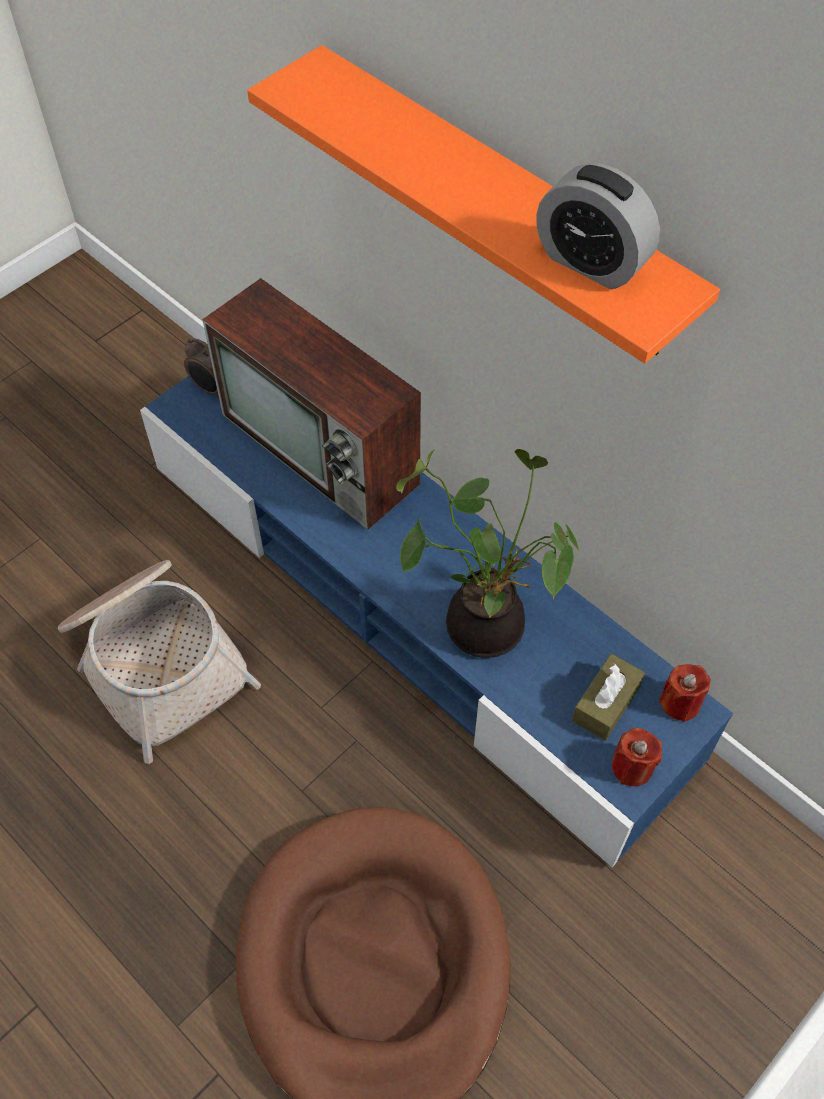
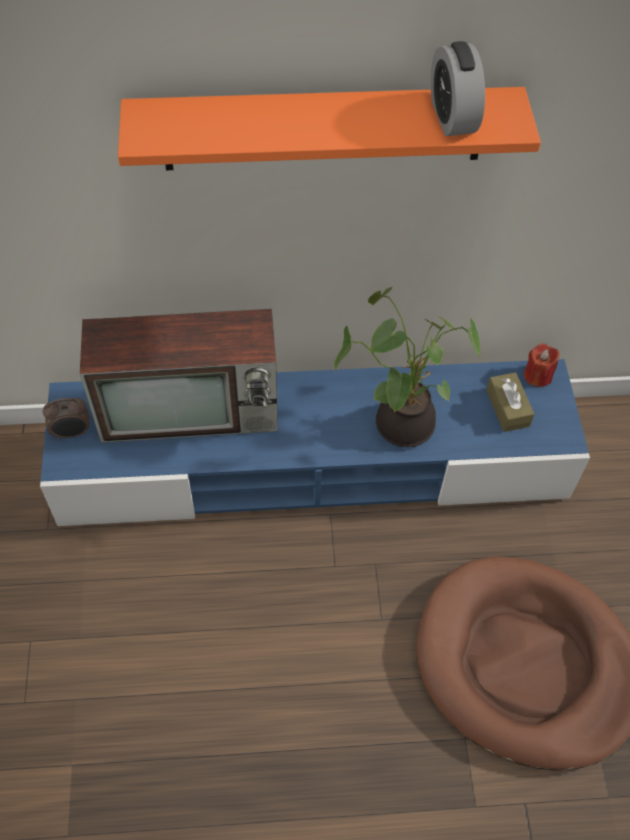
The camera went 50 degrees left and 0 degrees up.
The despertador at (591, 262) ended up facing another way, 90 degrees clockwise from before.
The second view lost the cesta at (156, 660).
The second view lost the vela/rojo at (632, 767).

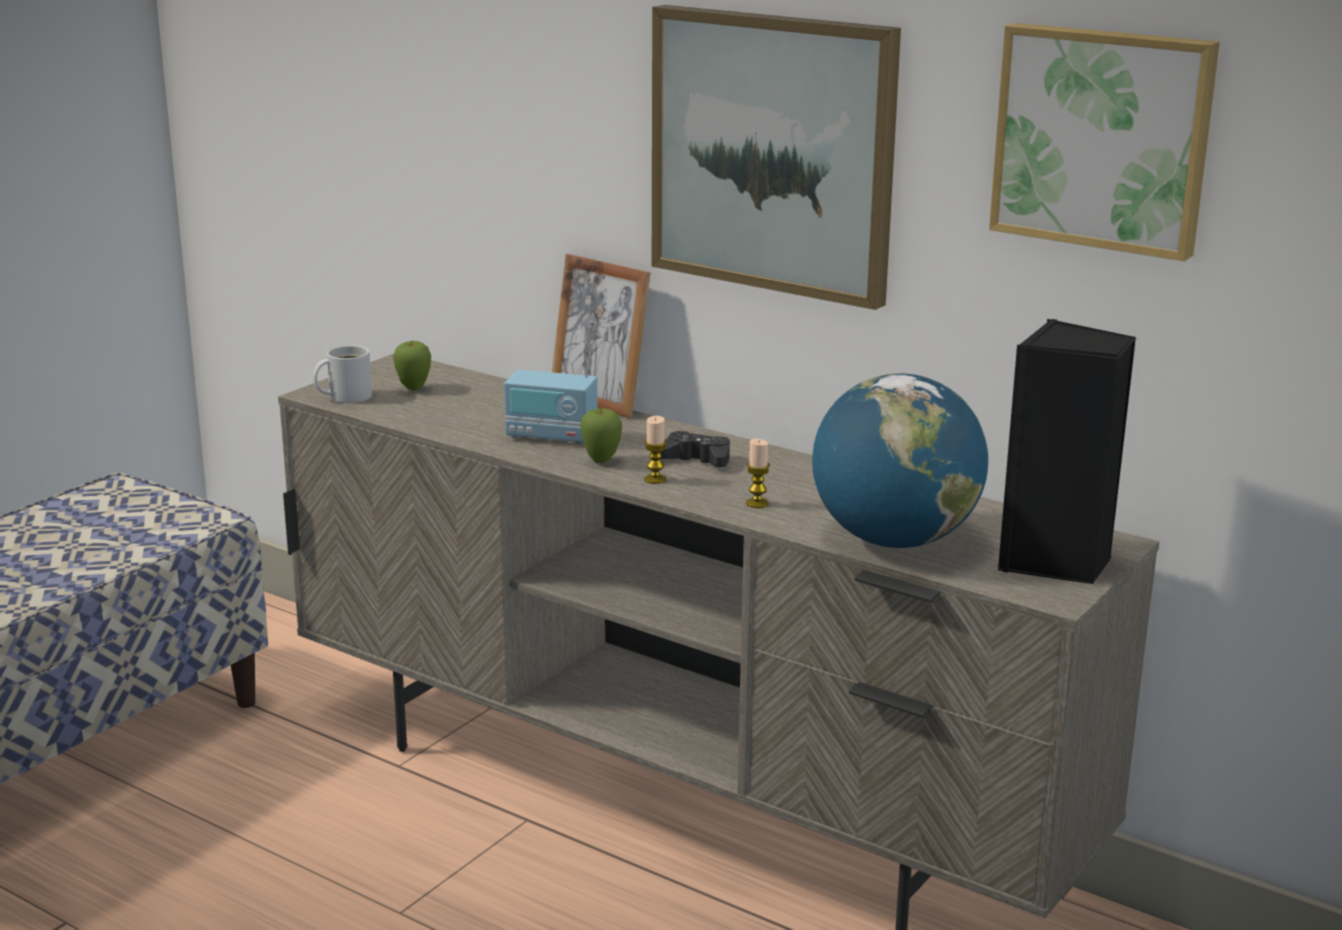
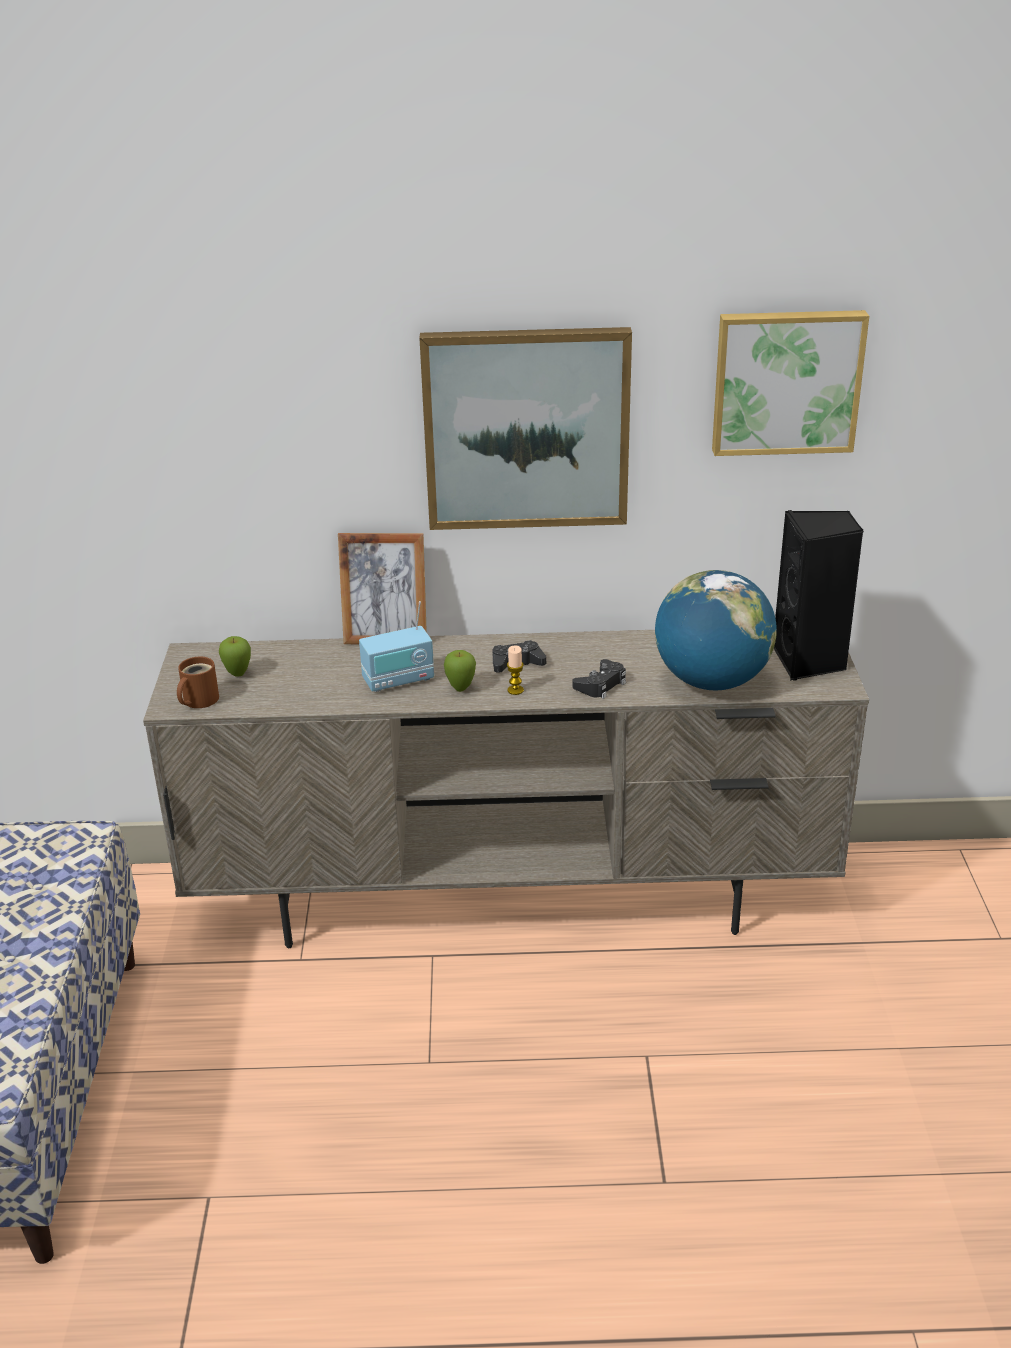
The camera went 35 degrees left and 10 degrees up.
What was the taza grande/blanco at (346, 396) turned into the taza grande/marrón at (198, 700).
Where the vela stood at (757, 503), the mando de consola/negro came to stand at (601, 684).

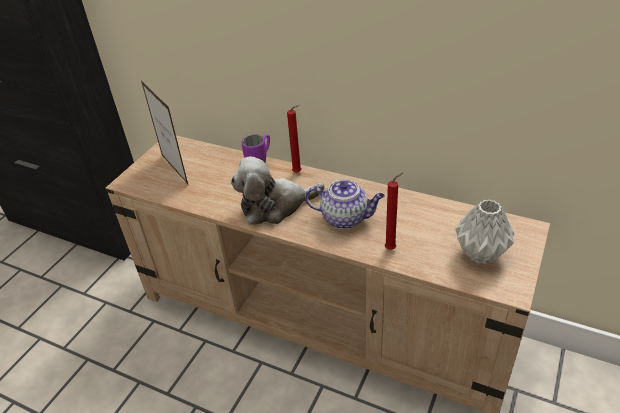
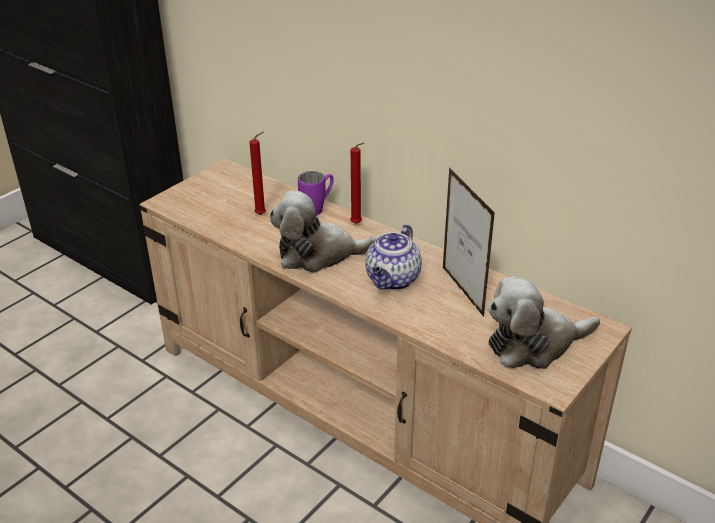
The camera went 10 degrees right and 5 degrees down.
The portarretratos ended up elsewhere, having gone from (174, 170) to (462, 291).
The vela/rojo ended up elsewhere, having gone from (392, 248) to (262, 214).
The tetera at (345, 218) ended up facing another way, 90 degrees clockwise from before.
Where the florero/gris stood at (481, 254), the peluche came to stand at (534, 344).

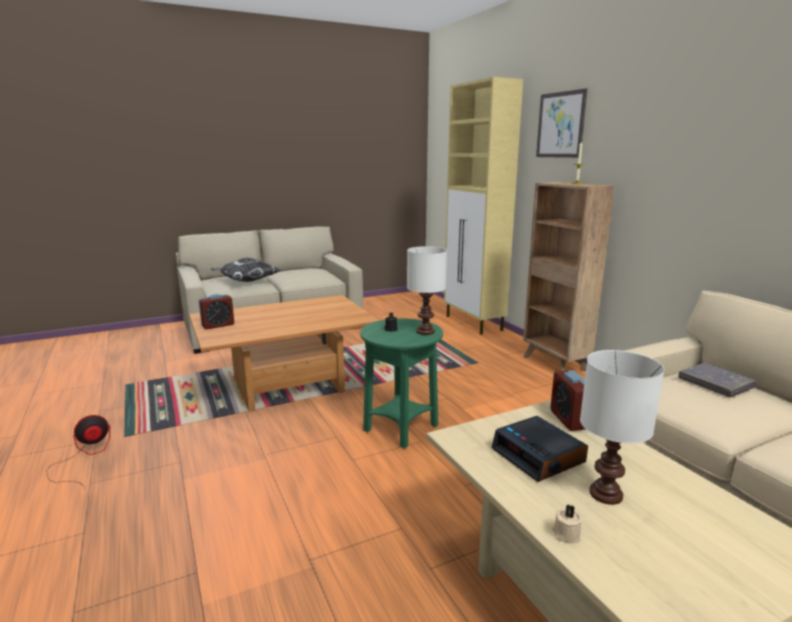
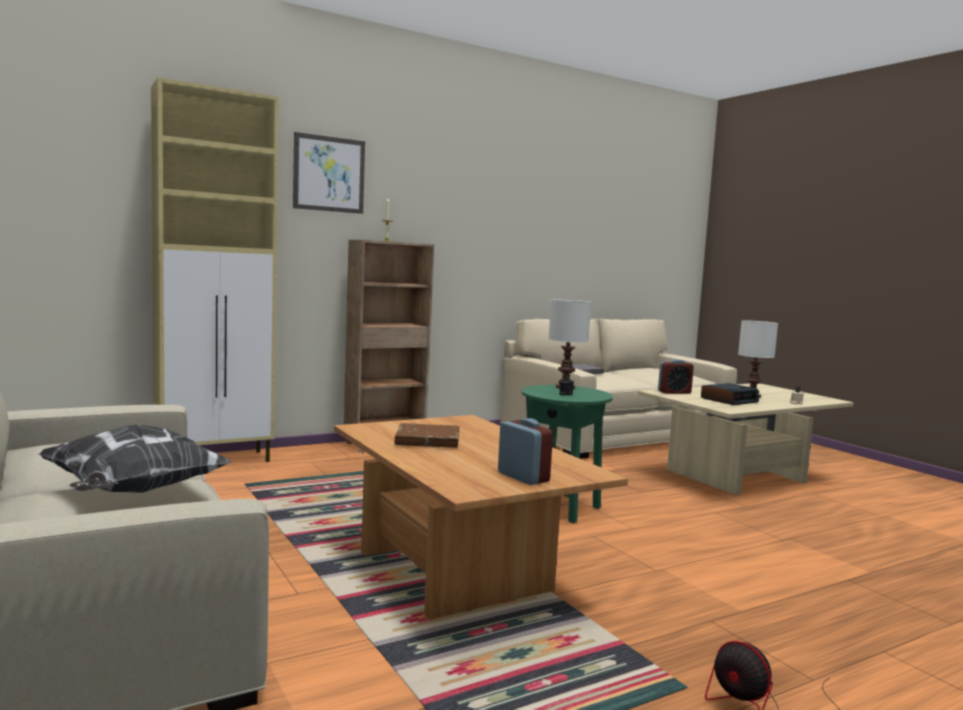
The camera went 95 degrees left and 10 degrees down.
The second view gained the libro/marrón at (427, 441).

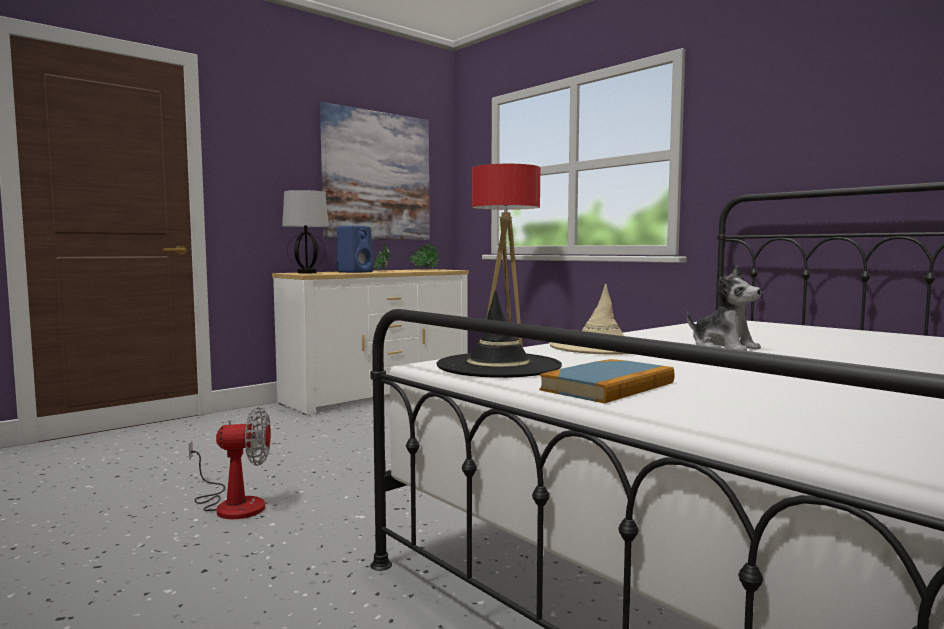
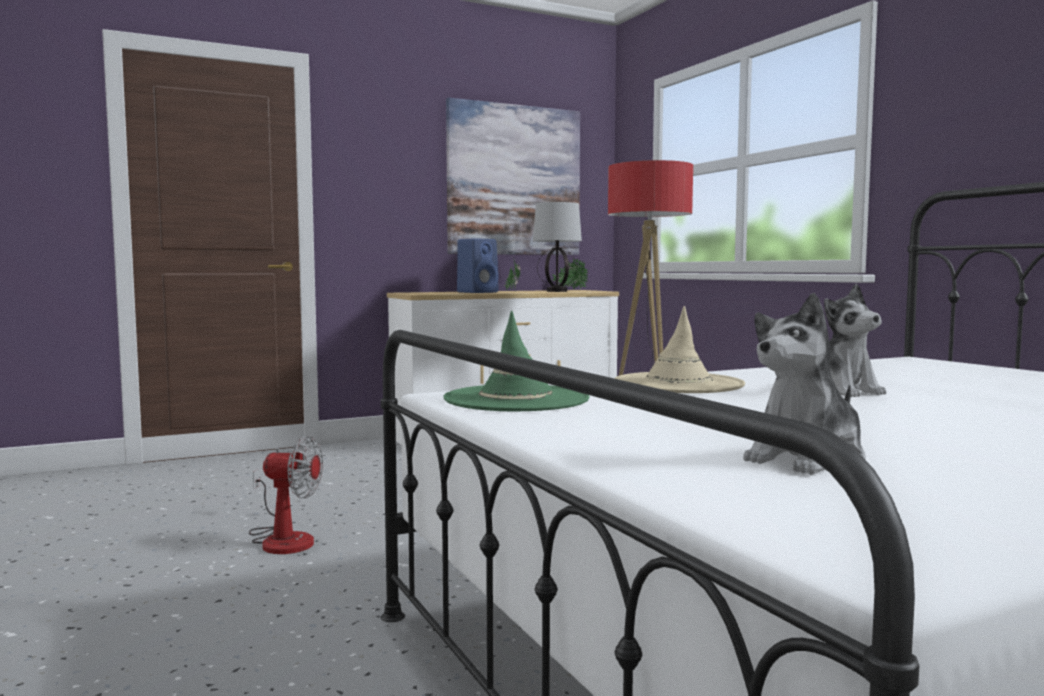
The camera went 15 degrees right and 0 degrees up.
The lámpara de mesa ended up elsewhere, having gone from (306, 272) to (556, 291).
What was the sombrero/negro at (499, 366) turned into the sombrero/verde at (516, 399).
The second view lost the libro at (608, 386).
The second view gained the peluche at (807, 459).

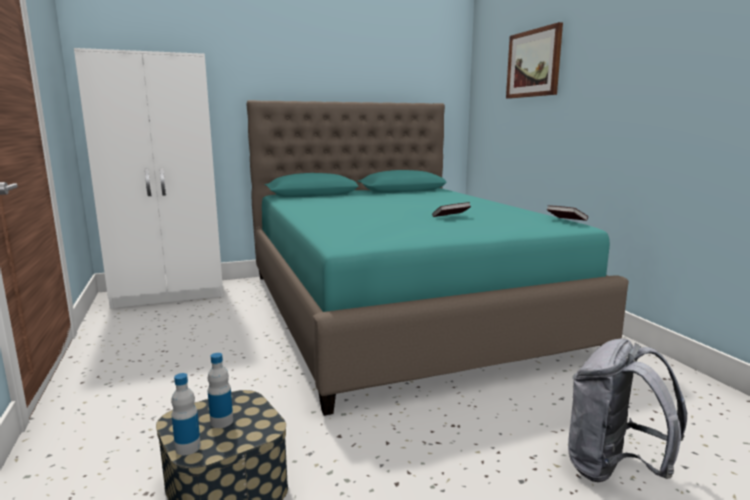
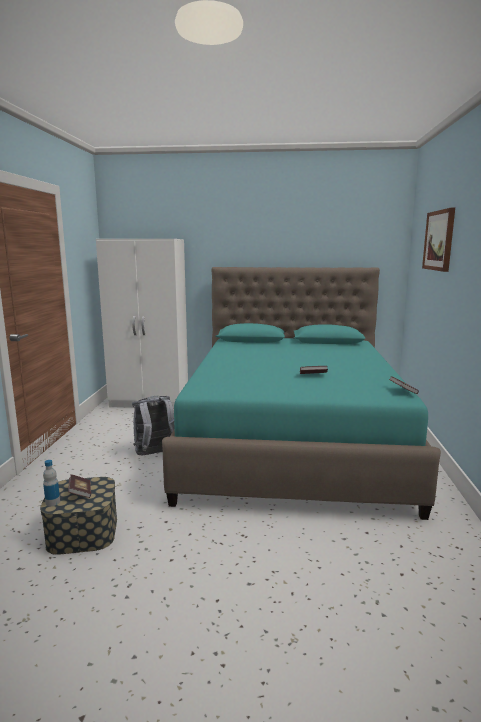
The camera went 25 degrees right and 0 degrees up.
The mochila/gris ended up elsewhere, having gone from (613, 469) to (155, 454).
Where the botella stood at (221, 421), the libro came to stand at (80, 493).

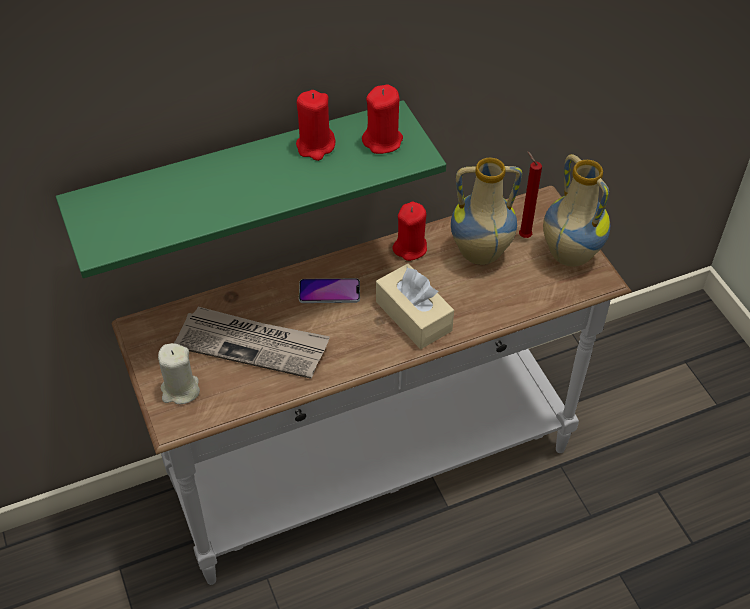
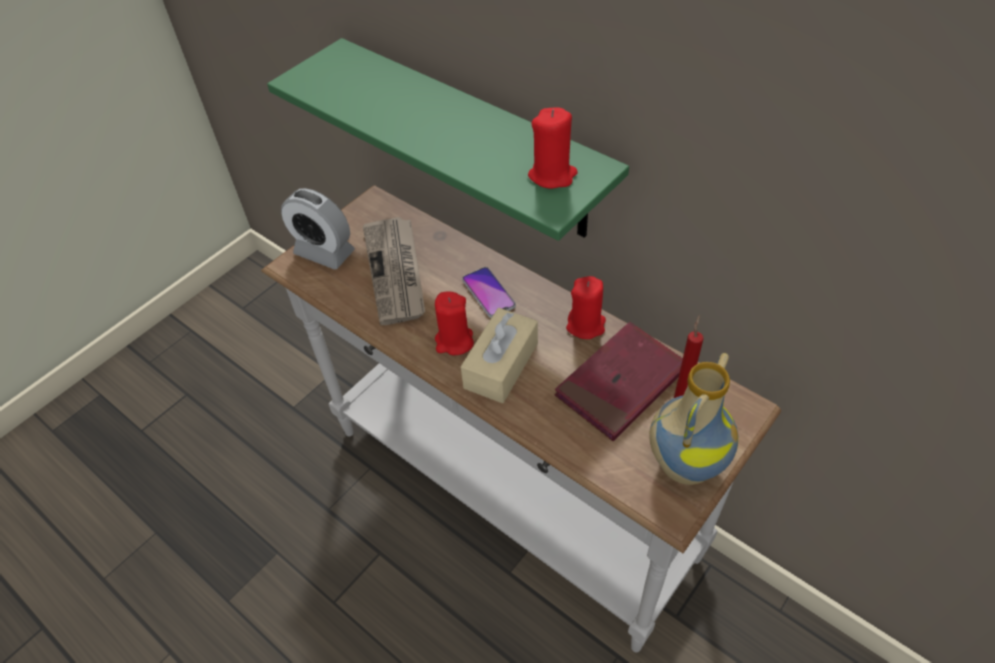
The camera went 65 degrees right and 0 degrees up.
The vela/rojo ended up elsewhere, having gone from (315, 146) to (454, 341).
Where the florero stood at (480, 254), the libro/rojo came to stand at (621, 383).
Where the vela/beis stood at (180, 390), the despertador came to stand at (324, 252).

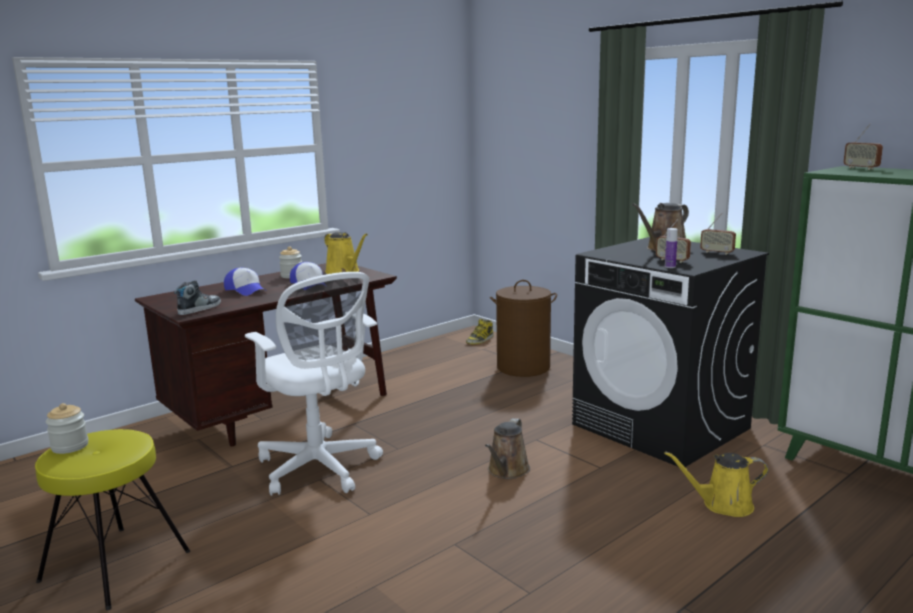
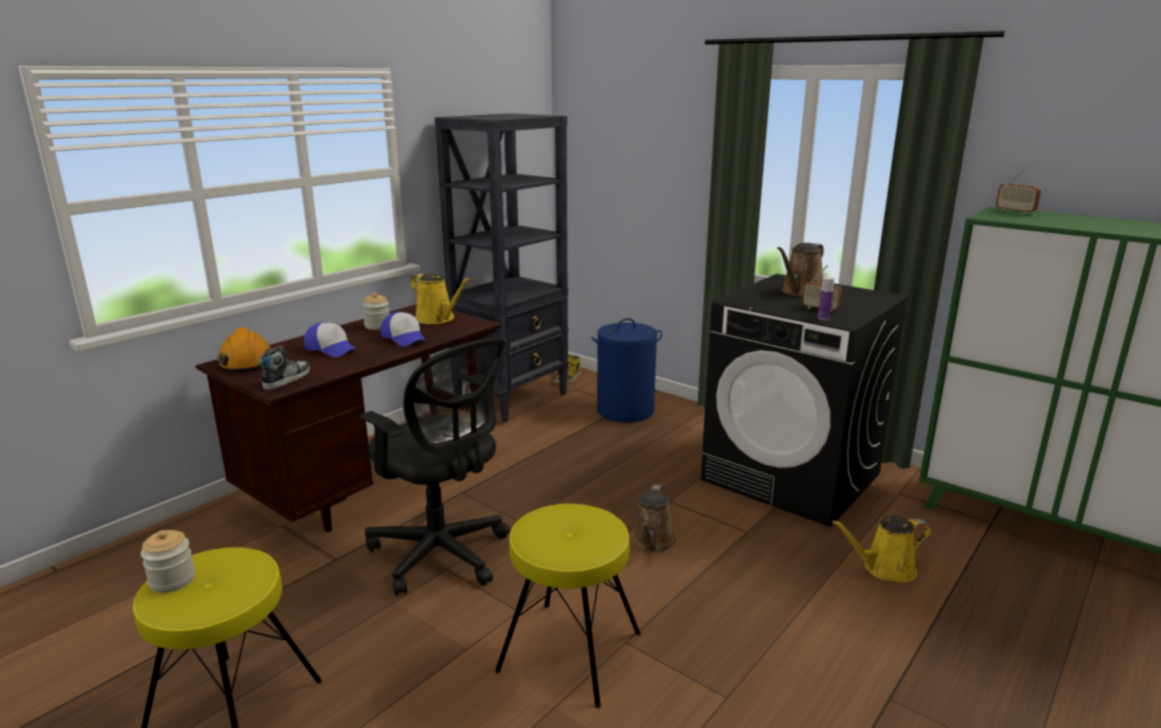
The camera went 10 degrees left and 5 degrees up.
The second view lost the radio at (717, 252).
What was the silla de oficina/blanco at (320, 469) turned into the silla de oficina/negro at (442, 555).
What was the cesto de la ropa/marrón at (523, 367) turned into the cesto de la ropa/azul at (625, 410).
The second view gained the estantería/negro at (512, 398).
The second view gained the casco/naranja at (246, 361).
The second view gained the taburete/amarillo at (569, 651).

